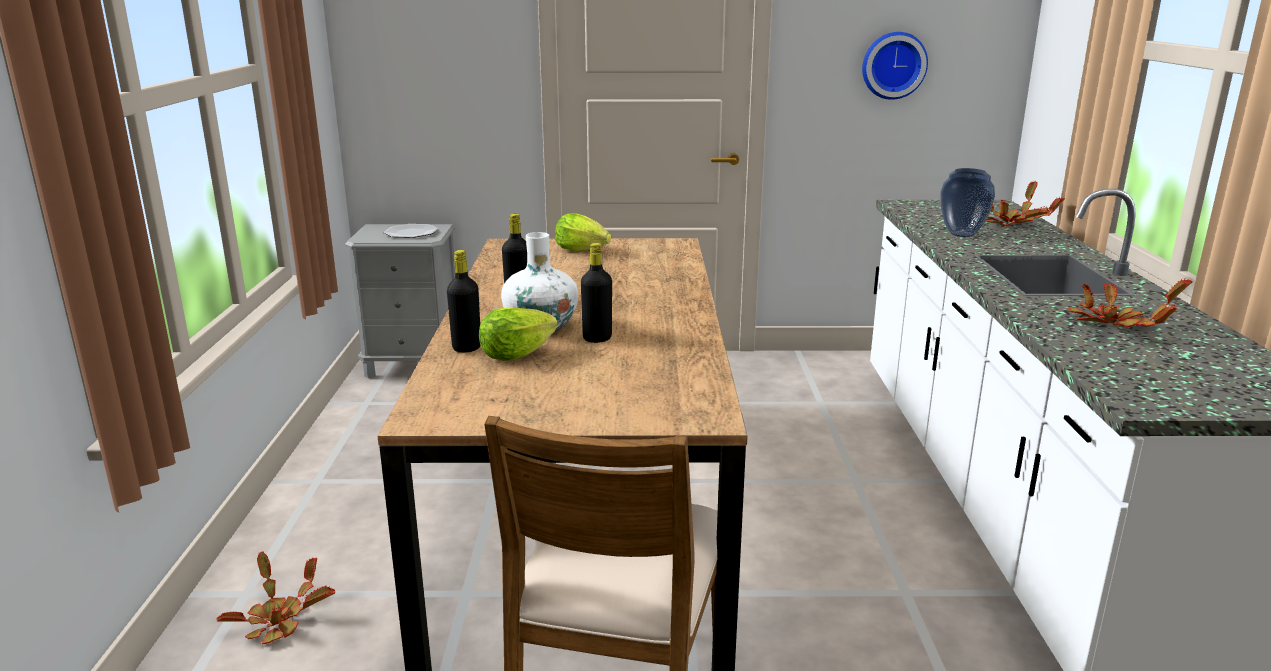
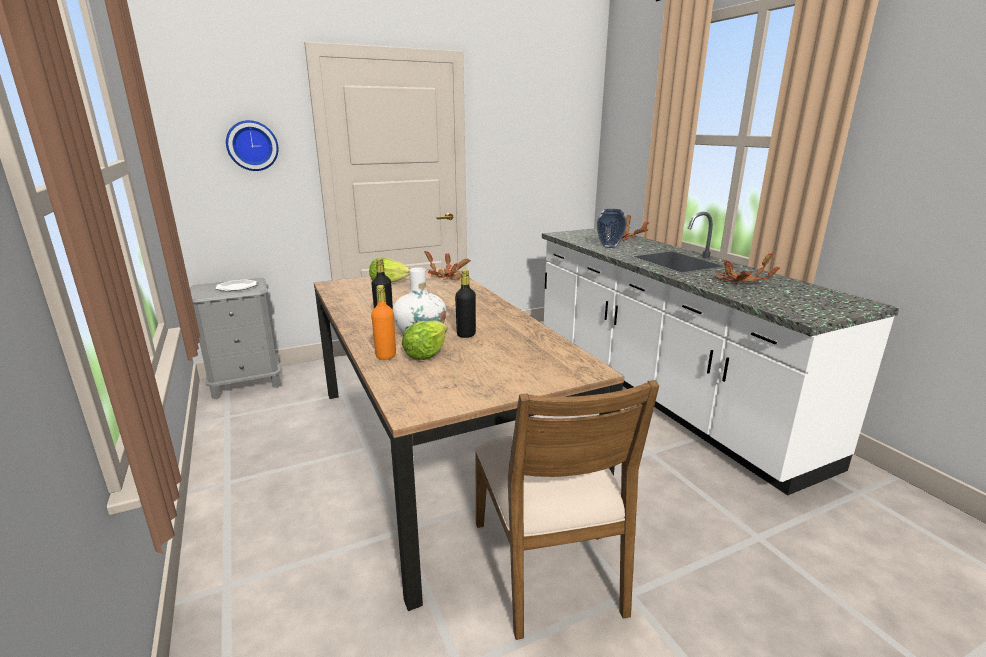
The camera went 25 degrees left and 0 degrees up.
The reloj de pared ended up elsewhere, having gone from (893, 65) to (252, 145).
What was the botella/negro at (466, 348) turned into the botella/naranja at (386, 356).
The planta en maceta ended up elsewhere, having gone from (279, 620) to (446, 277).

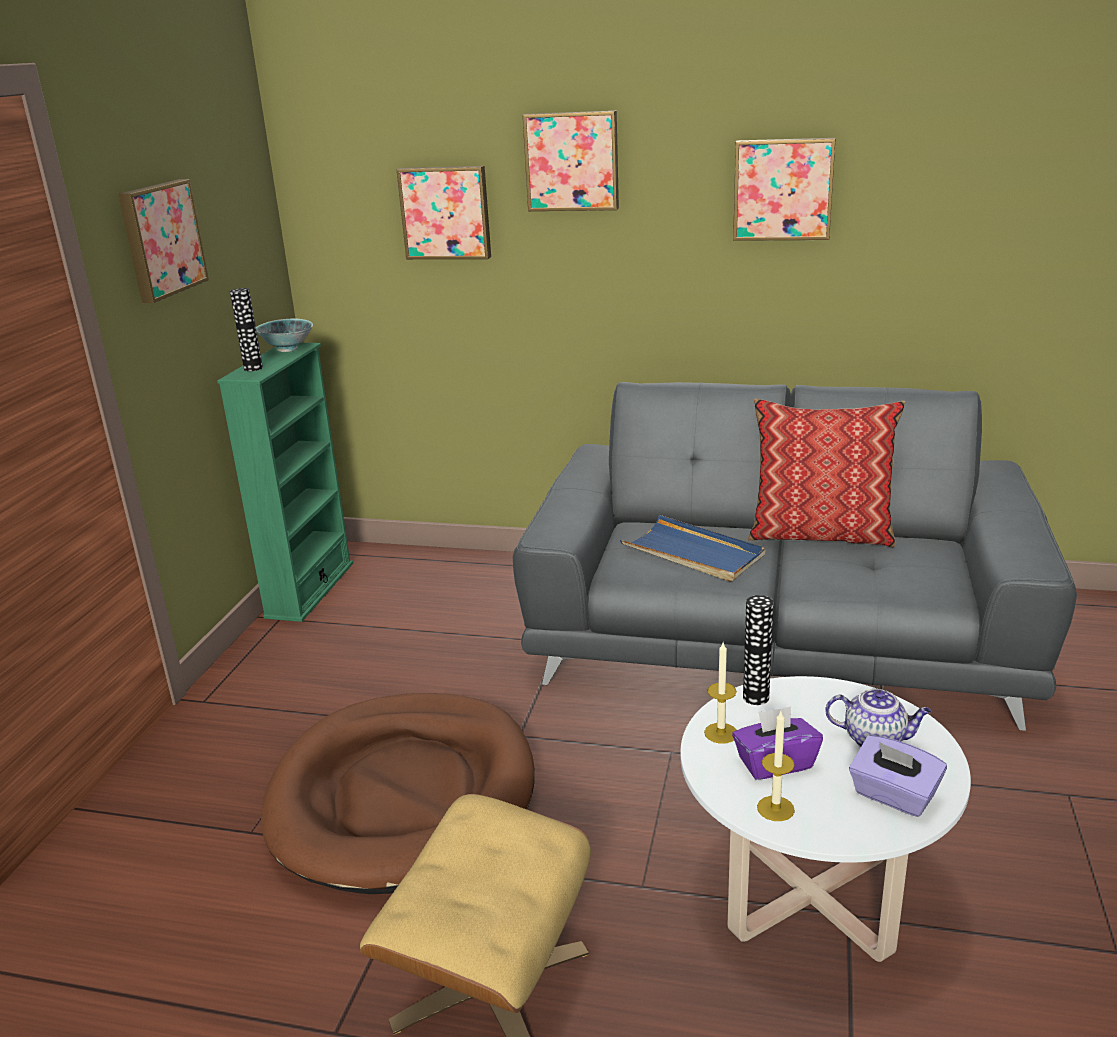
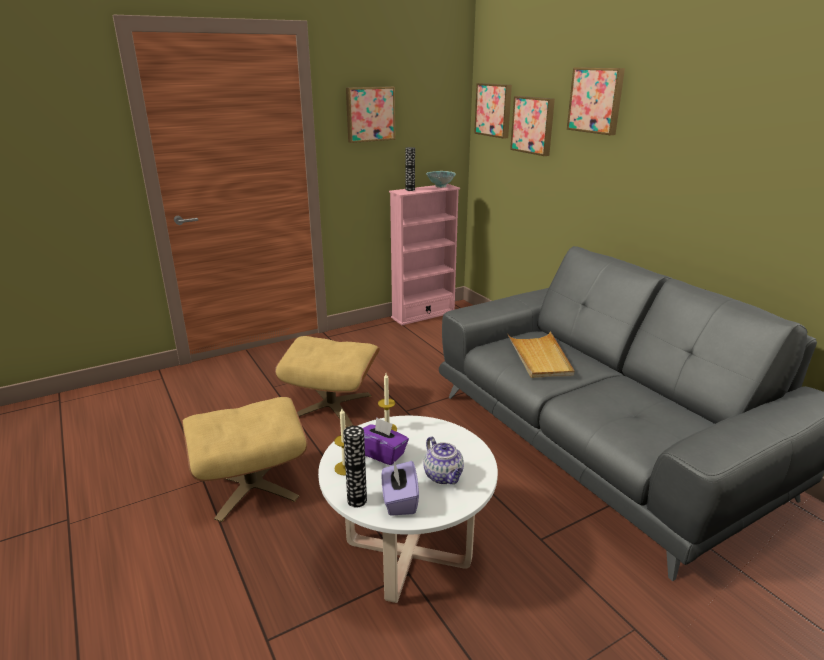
The camera went 45 degrees right and 0 degrees up.
The cuadro ended up elsewhere, having gone from (783, 189) to (494, 110).
What was the estantería/verde at (310, 590) turned into the estantería/rosa at (423, 315).
The second view lost the cojín at (820, 534).
What was the bandeja/azul at (693, 553) turned into the bandeja/beis at (539, 357).
The florero ended up elsewhere, having gone from (756, 697) to (357, 500).
Where the cama para perro/marrón stood at (404, 796), the puf/beis came to stand at (332, 405).

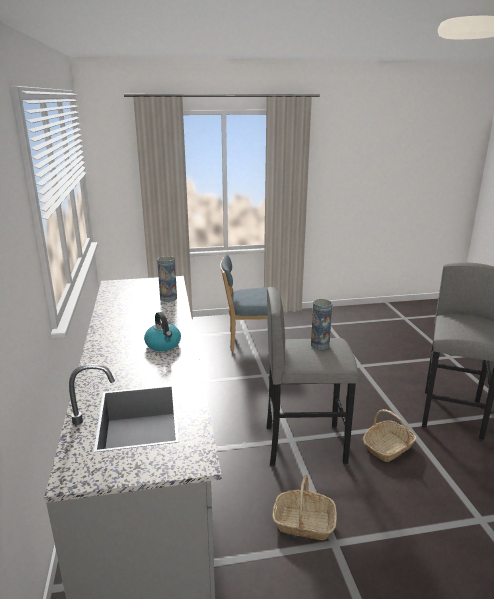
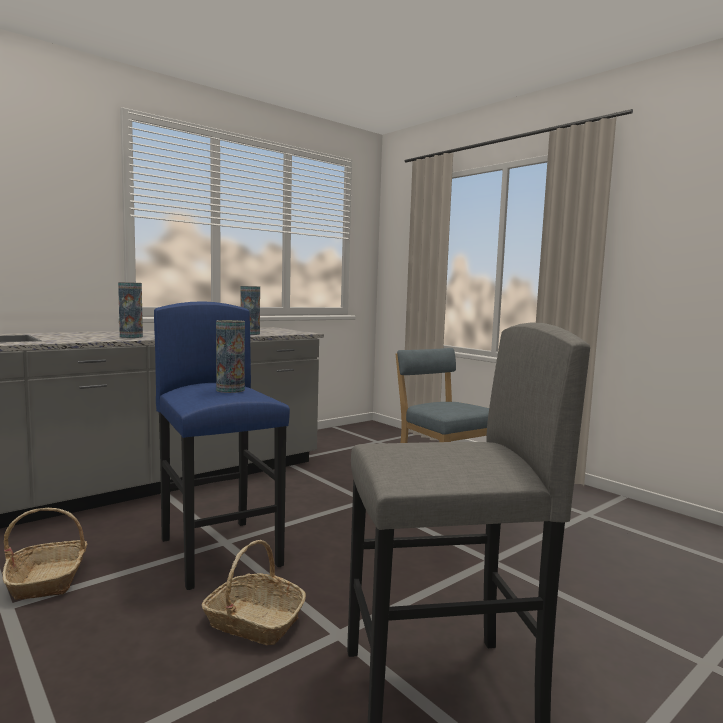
The camera went 60 degrees right and 15 degrees down.
What was the taburete/gris at (304, 444) turned into the taburete/azul at (220, 552).
Where the hervidor stood at (163, 345), the florero came to stand at (131, 337).

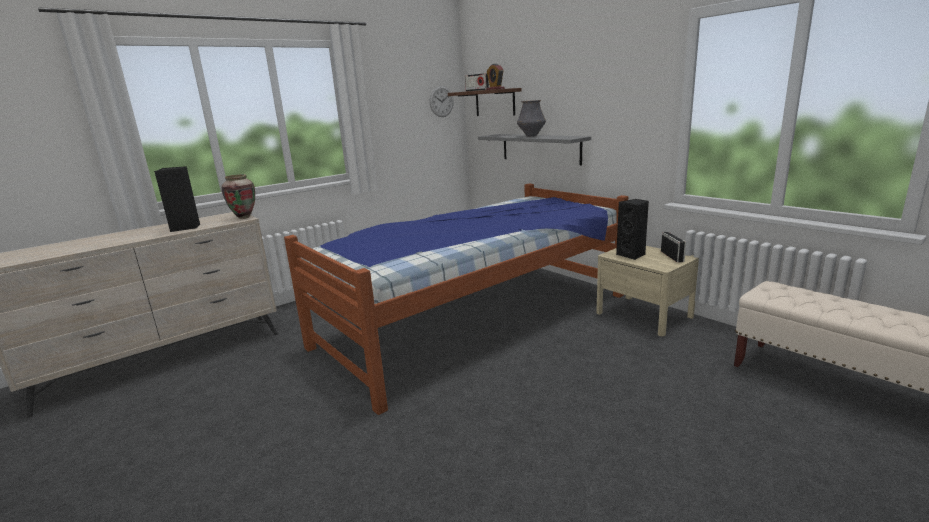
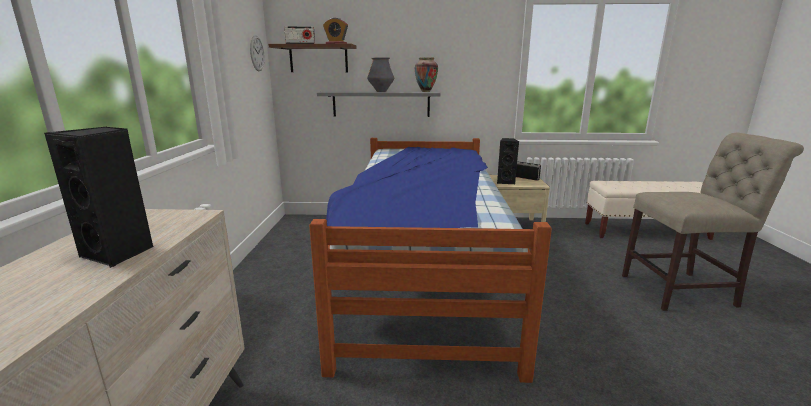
The camera went 50 degrees left and 0 degrees up.
The florero ended up elsewhere, having gone from (244, 217) to (425, 91).
The second view gained the silla/beis at (683, 290).

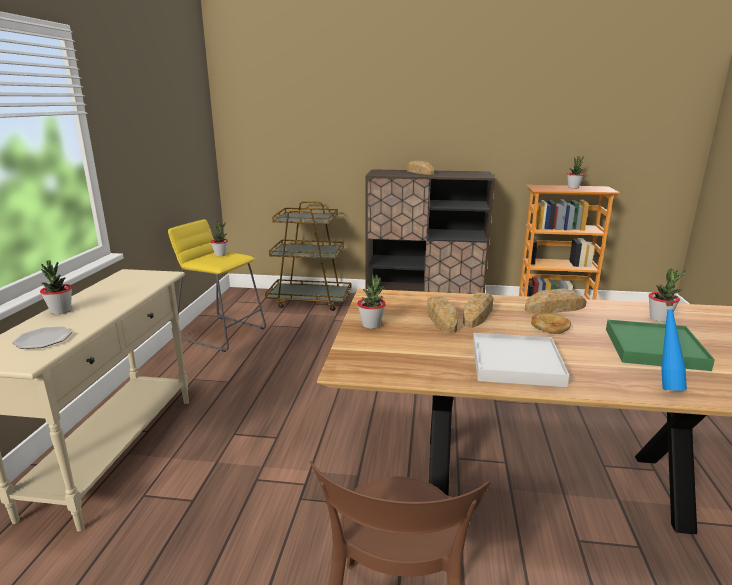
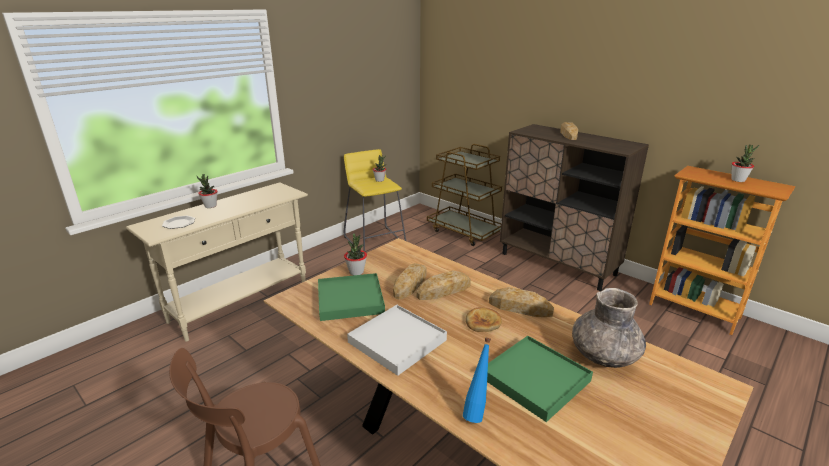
The camera went 35 degrees right and 5 degrees up.
Where the planta en maceta stood at (659, 318), the florero/gris came to stand at (603, 355).
The second view gained the bandeja/verde at (350, 299).

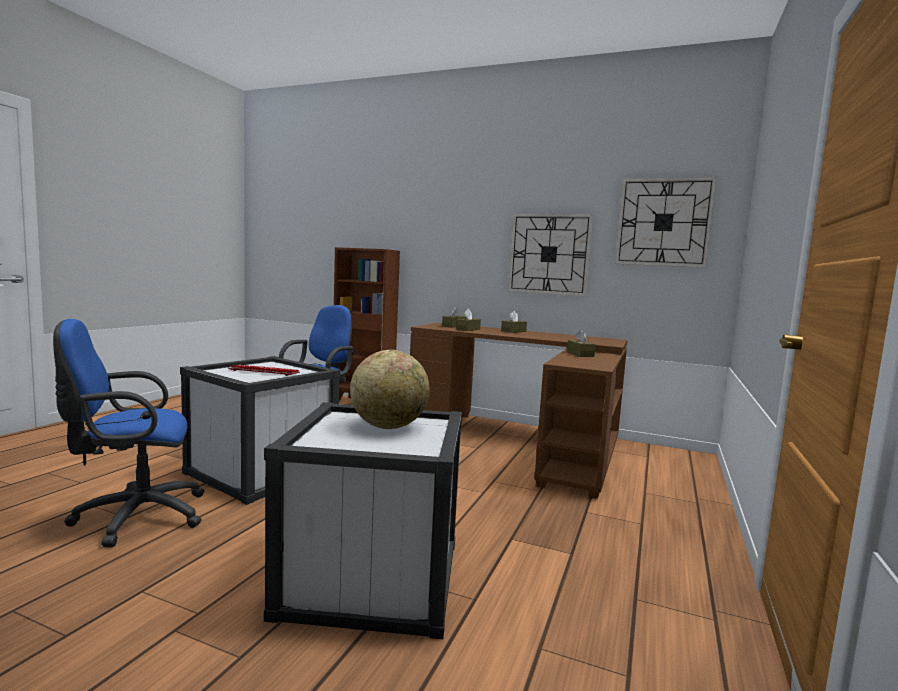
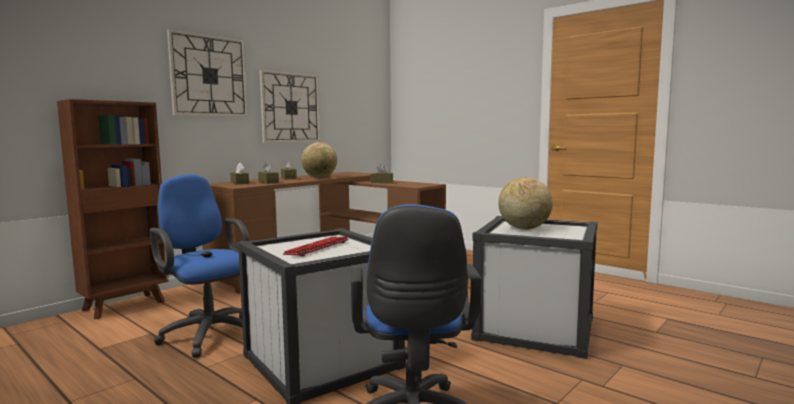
The camera went 70 degrees left and 0 degrees up.
The reloj de pared ended up elsewhere, having gone from (663, 222) to (209, 76).
The second view gained the globo terráqueo at (320, 177).

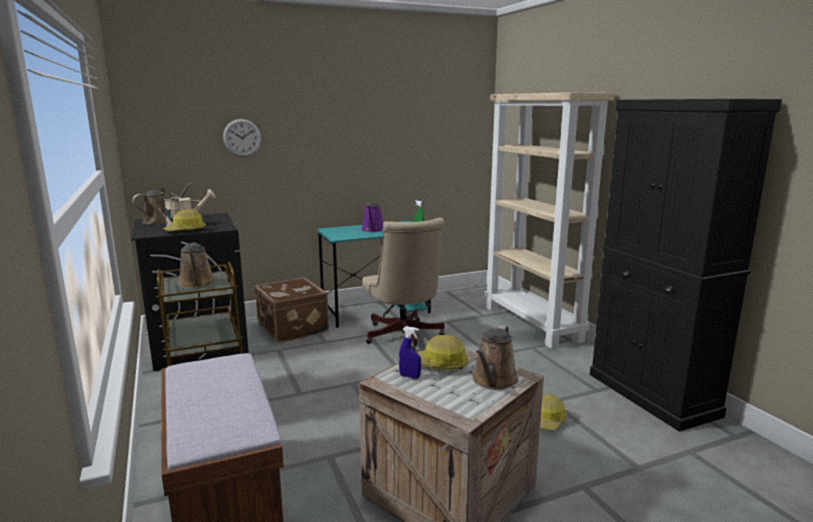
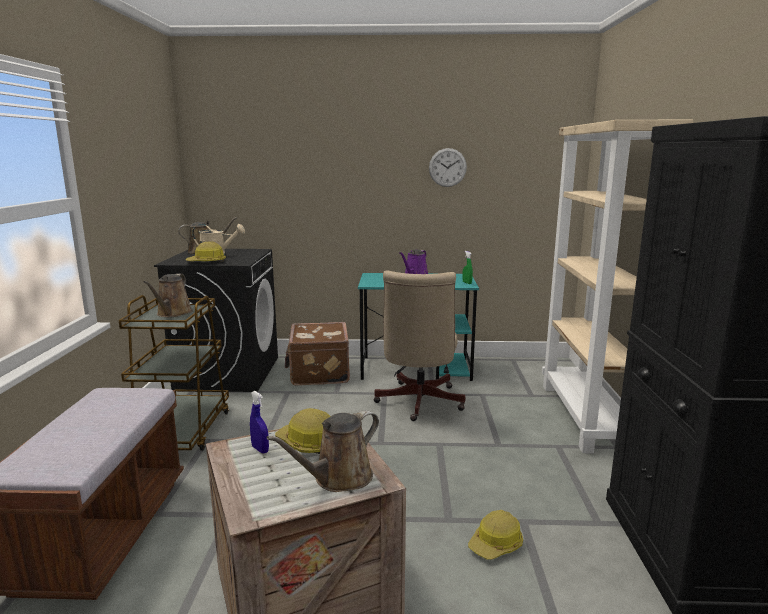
The camera went 25 degrees right and 0 degrees up.
The reloj de pared ended up elsewhere, having gone from (242, 137) to (447, 167).

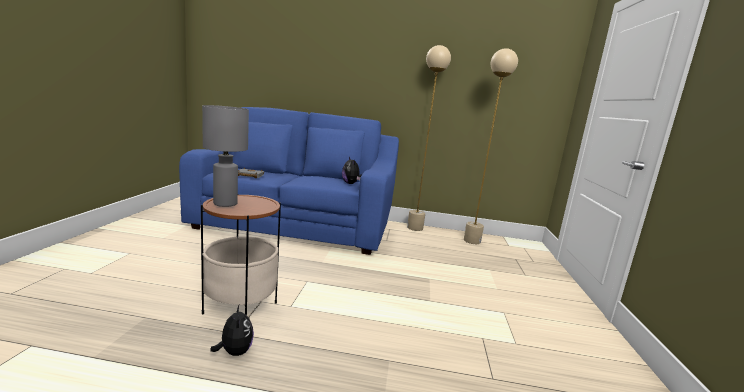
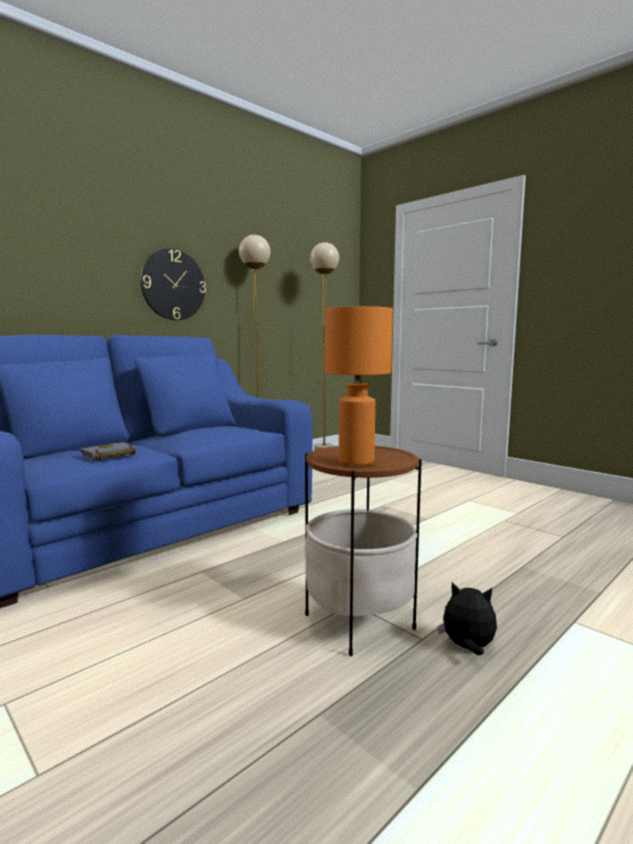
The camera went 50 degrees left and 5 degrees down.
What was the lámpara de mesa/gris at (225, 204) turned into the lámpara de mesa/naranja at (357, 462).
The second view lost the peluche at (351, 183).
The second view gained the reloj de pared at (173, 285).

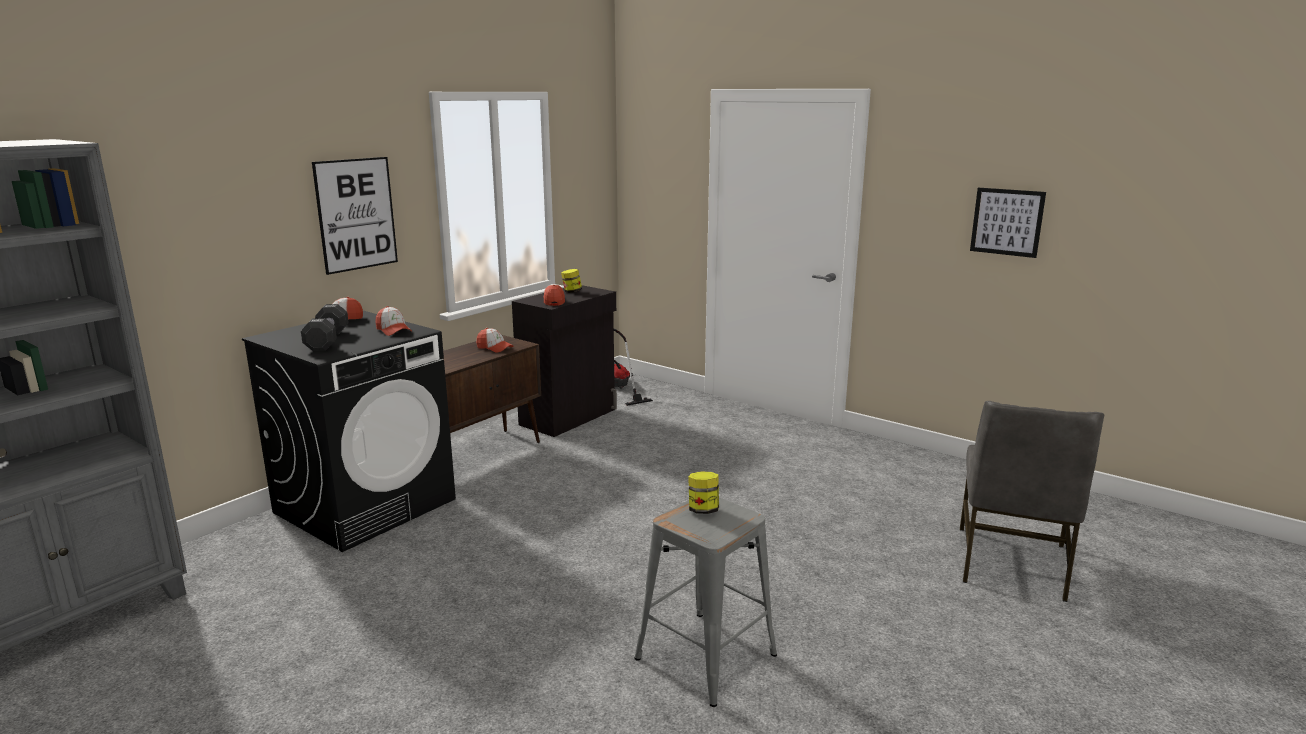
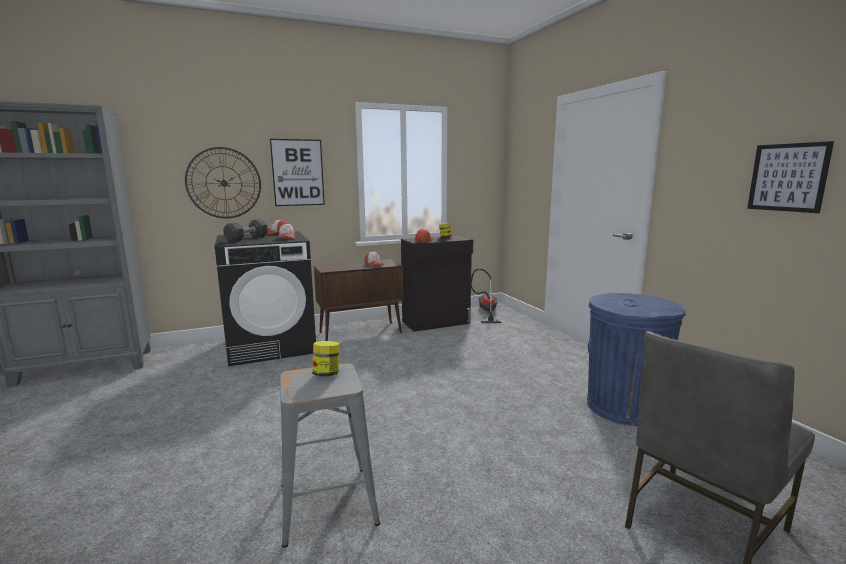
The camera went 30 degrees right and 5 degrees down.
The second view gained the reloj de pared at (224, 183).
The second view gained the papelera/azul at (624, 407).

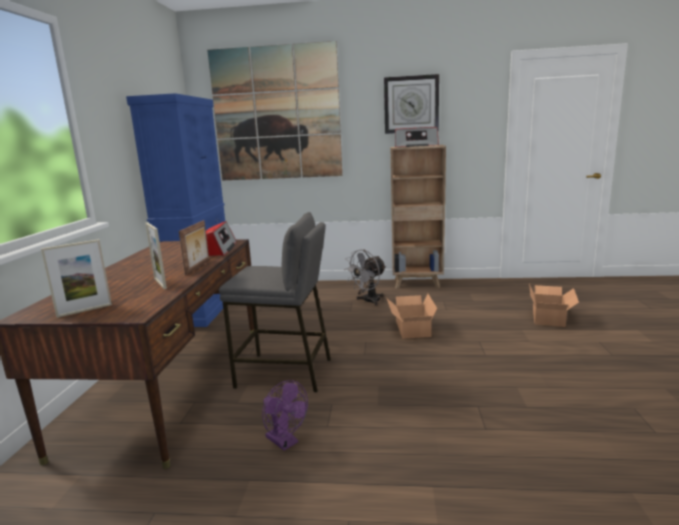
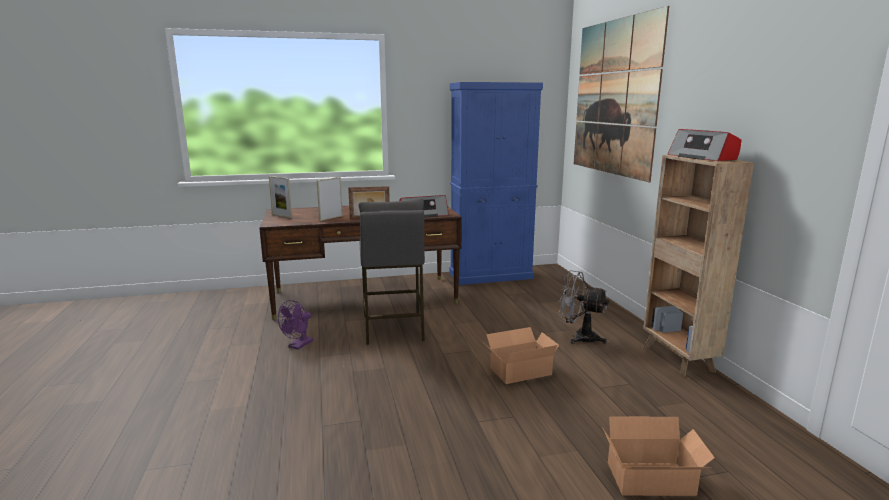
The camera went 70 degrees right and 0 degrees up.
The second view lost the reloj de pared at (411, 104).

